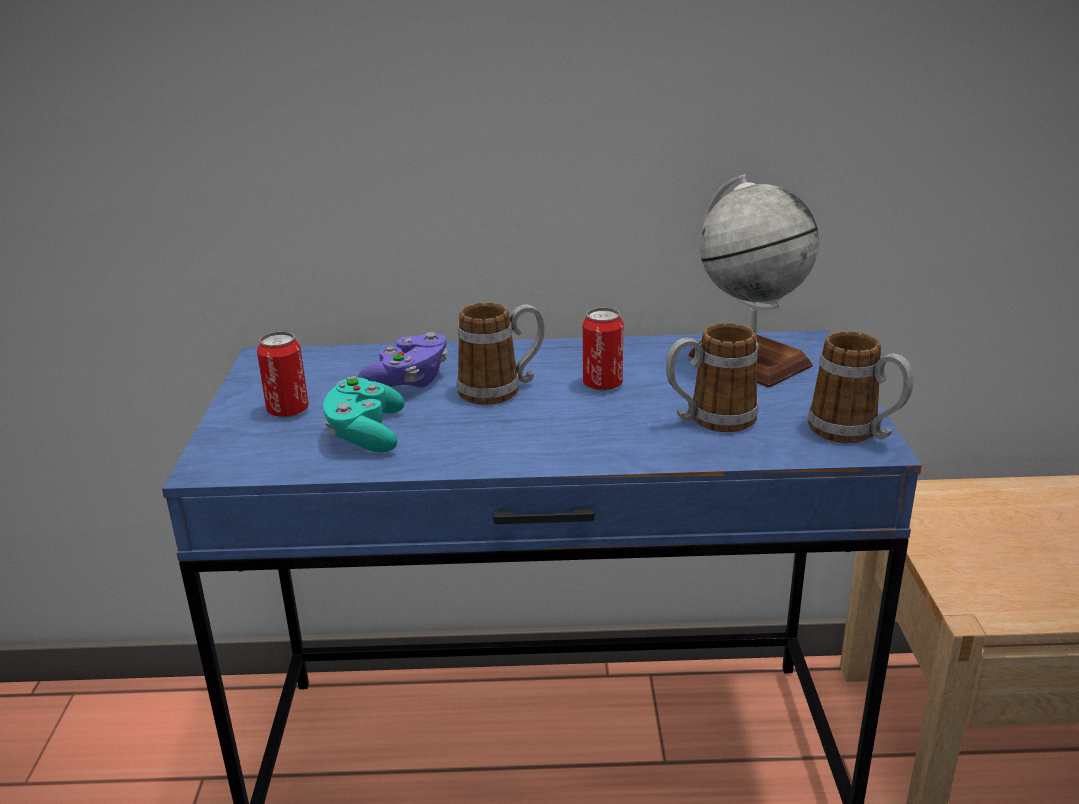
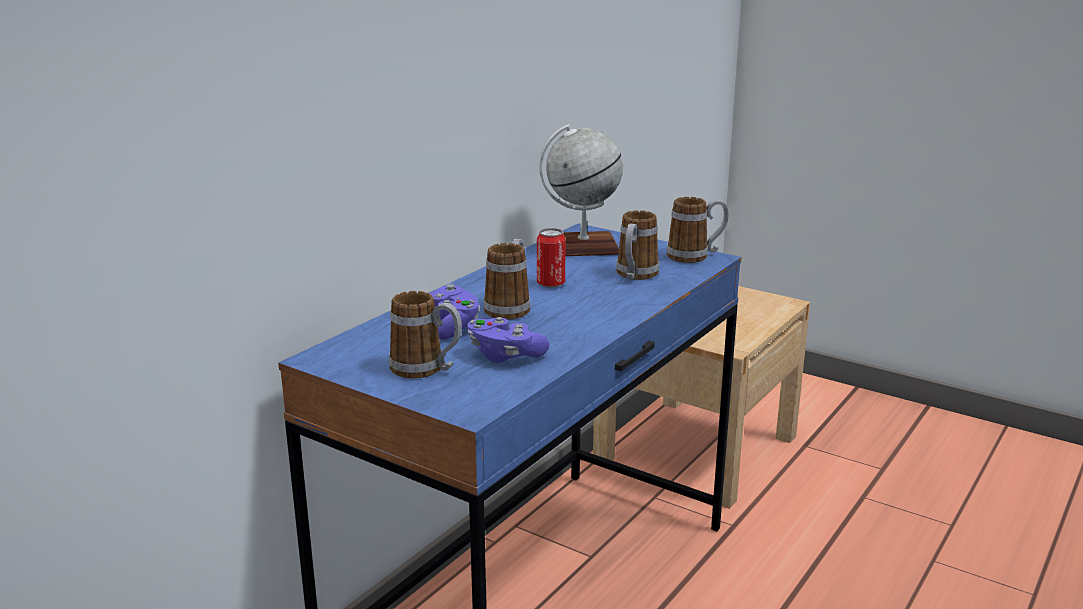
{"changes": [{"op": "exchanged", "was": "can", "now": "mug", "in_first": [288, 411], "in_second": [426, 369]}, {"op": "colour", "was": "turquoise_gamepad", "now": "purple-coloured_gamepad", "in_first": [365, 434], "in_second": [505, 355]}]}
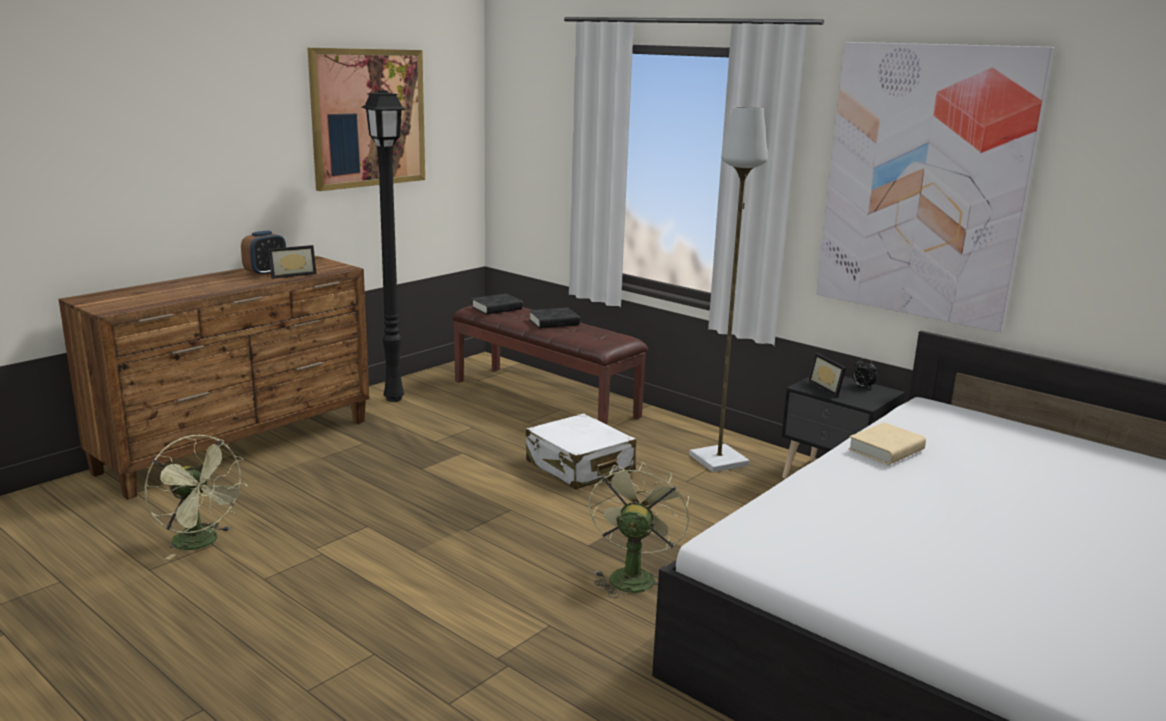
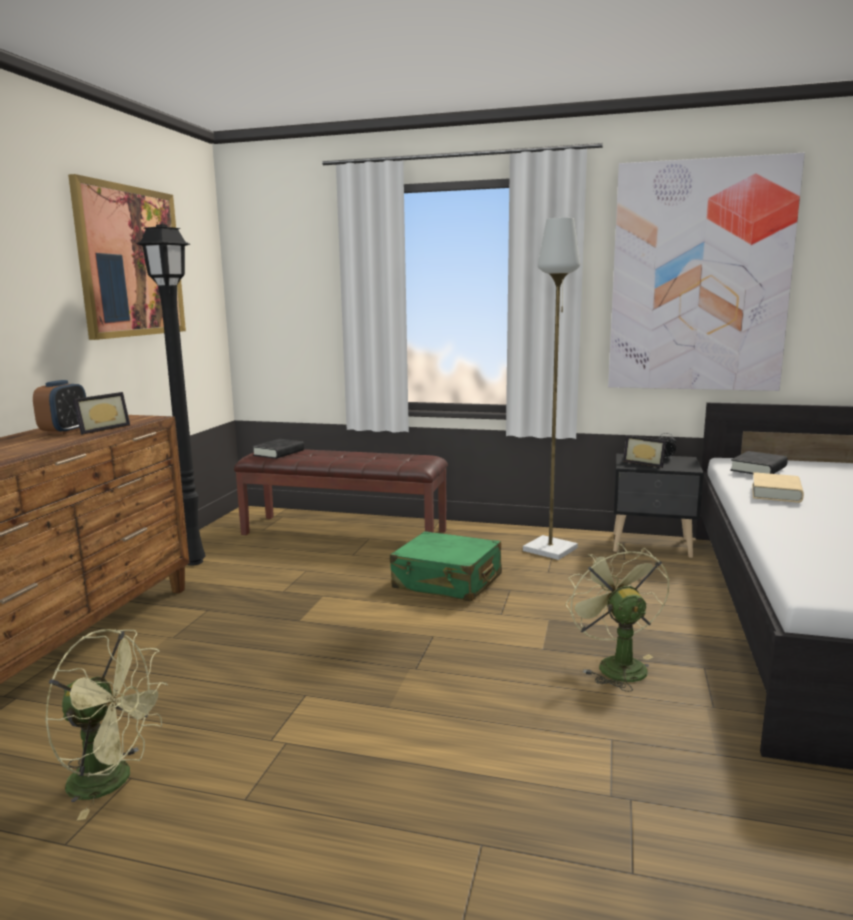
{"changes": [{"op": "colour", "was": "white-coloured_suitcase", "now": "green_suitcase", "in_first": [579, 467], "in_second": [447, 582]}, {"op": "relocated", "was": "black_volume", "in_first": [554, 322], "in_second": [758, 469]}]}
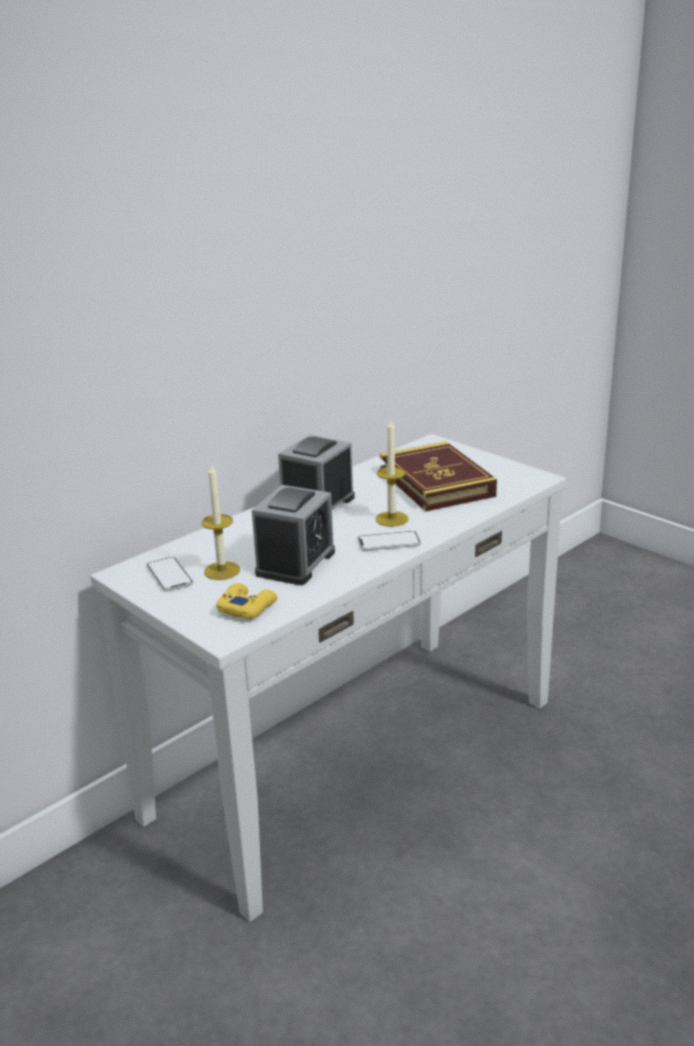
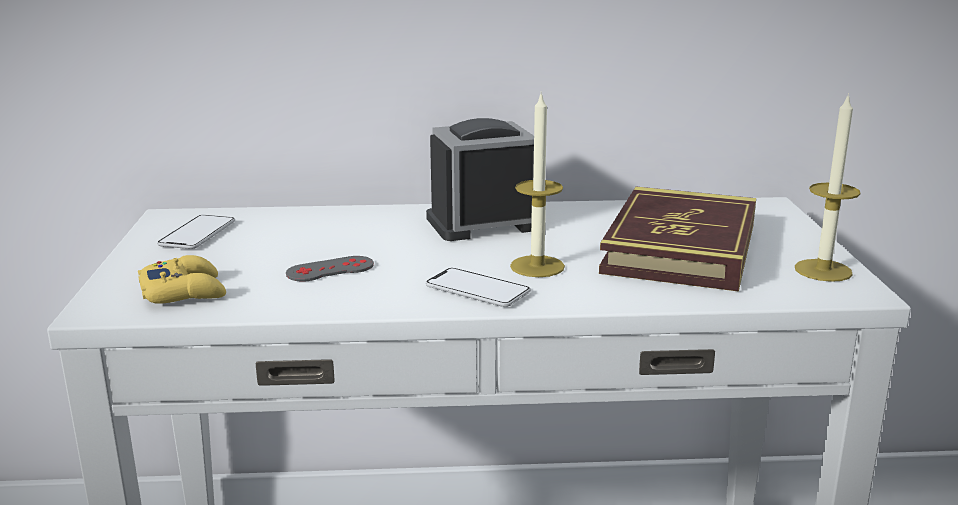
{"changes": [{"op": "relocated", "was": "wax_candle", "in_first": [222, 571], "in_second": [823, 270]}, {"op": "exchanged", "was": "alarm_clock", "now": "grey_gamepad", "in_first": [295, 563], "in_second": [330, 269]}]}
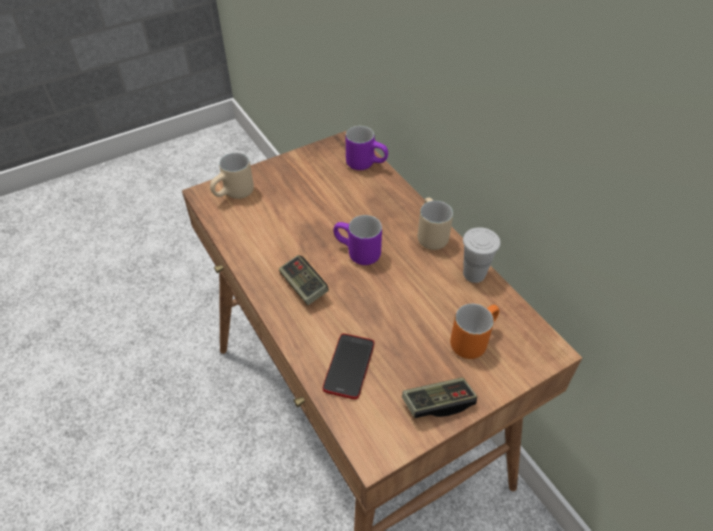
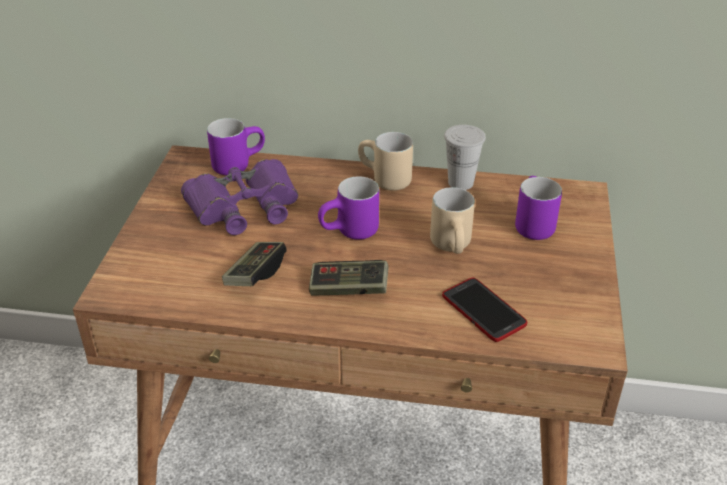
{"changes": [{"op": "relocated", "was": "sand-coloured_mug", "in_first": [235, 195], "in_second": [455, 247]}, {"op": "relocated", "was": "gamepad", "in_first": [438, 403], "in_second": [255, 274]}, {"op": "colour", "was": "orange_mug", "now": "purple-coloured_mug", "in_first": [471, 339], "in_second": [530, 224]}, {"op": "appeared", "now": "purple-coloured_pair_of_binoculars", "in_second": [244, 206]}]}
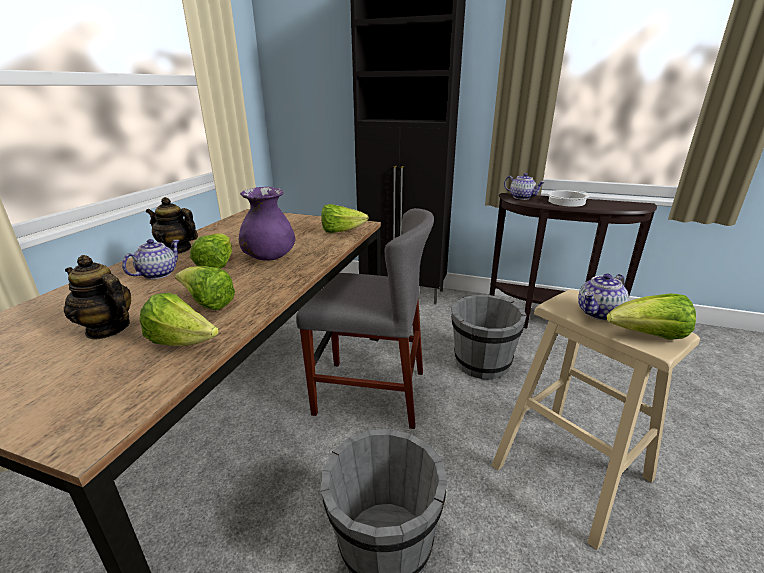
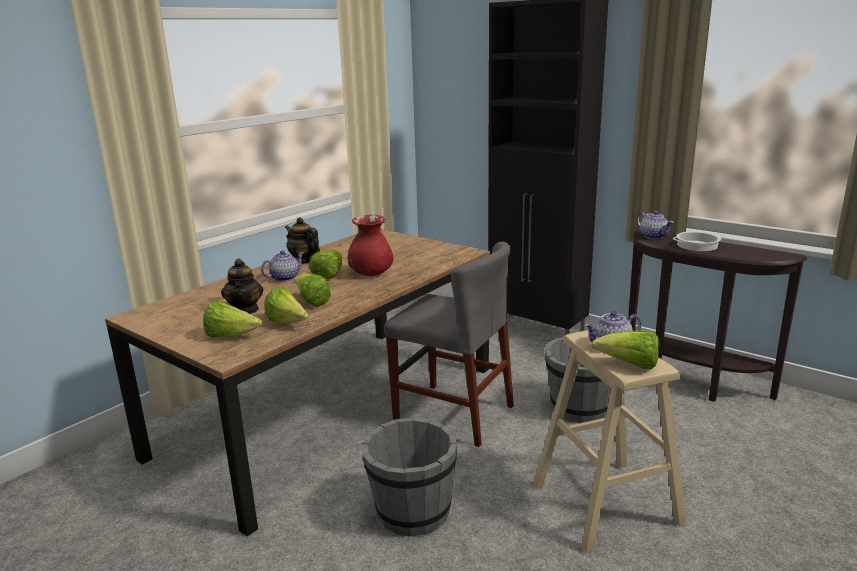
{"changes": [{"op": "spun", "was": "teapot", "in_first": [107, 329], "in_second": [245, 309], "clockwise": -150}, {"op": "colour", "was": "purple-coloured_decorative_vase", "now": "red_decorative_vase", "in_first": [269, 257], "in_second": [371, 274]}, {"op": "relocated", "was": "lettuce", "in_first": [341, 232], "in_second": [231, 336]}]}
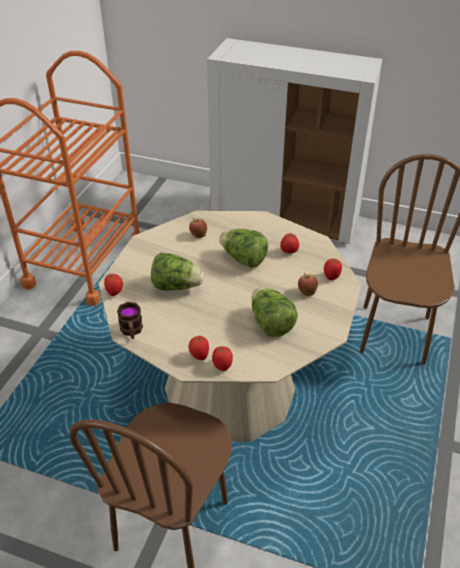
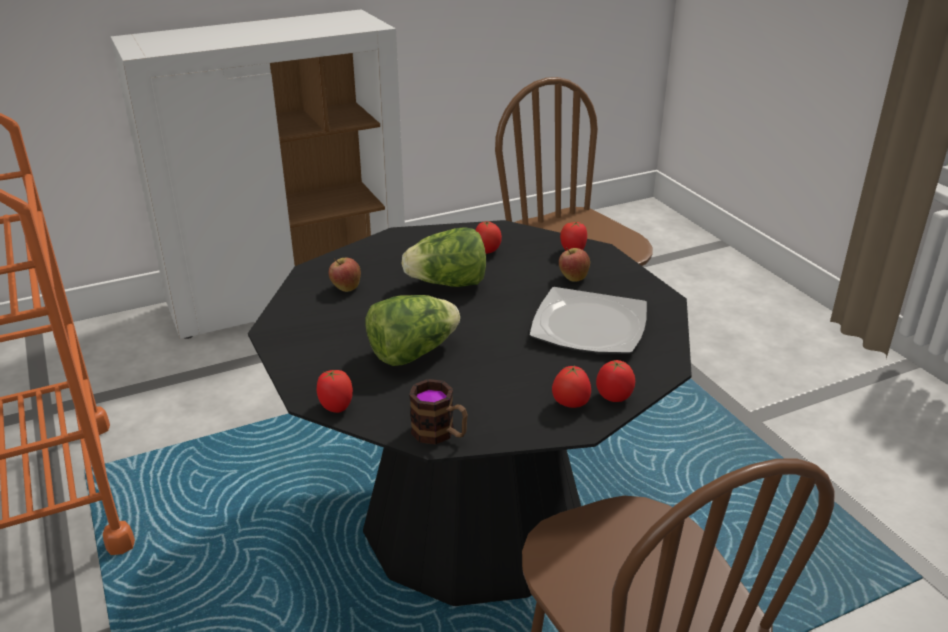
{"changes": [{"op": "colour", "was": "sand-coloured_dinner_table", "now": "black_dinner_table", "in_first": [229, 389], "in_second": [473, 520]}, {"op": "exchanged", "was": "lettuce", "now": "plate", "in_first": [270, 324], "in_second": [590, 326]}]}
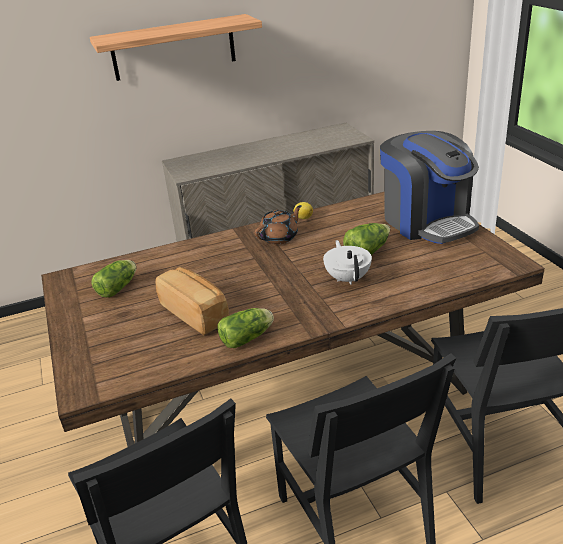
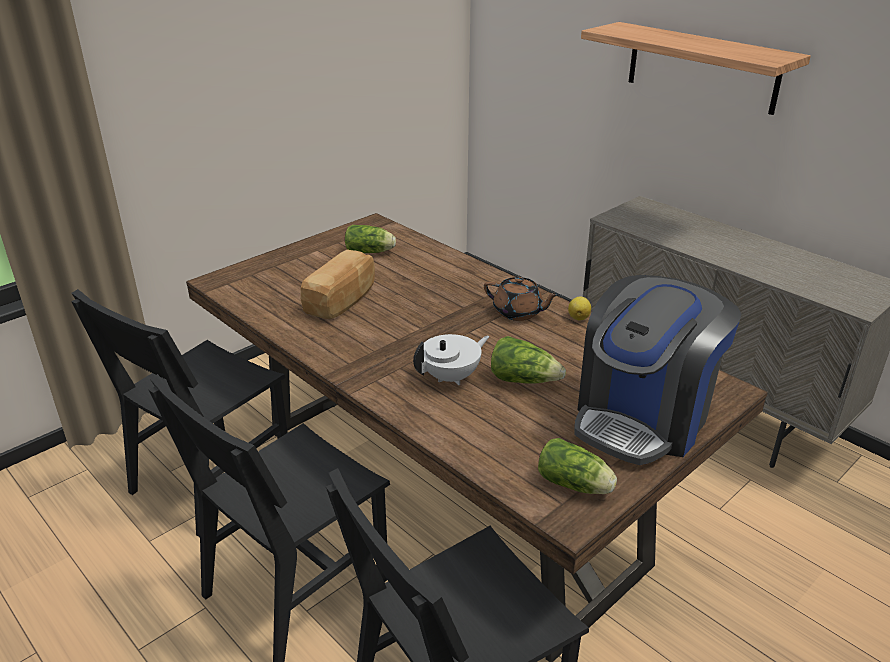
{"changes": [{"op": "relocated", "was": "lettuce", "in_first": [248, 337], "in_second": [576, 485]}]}
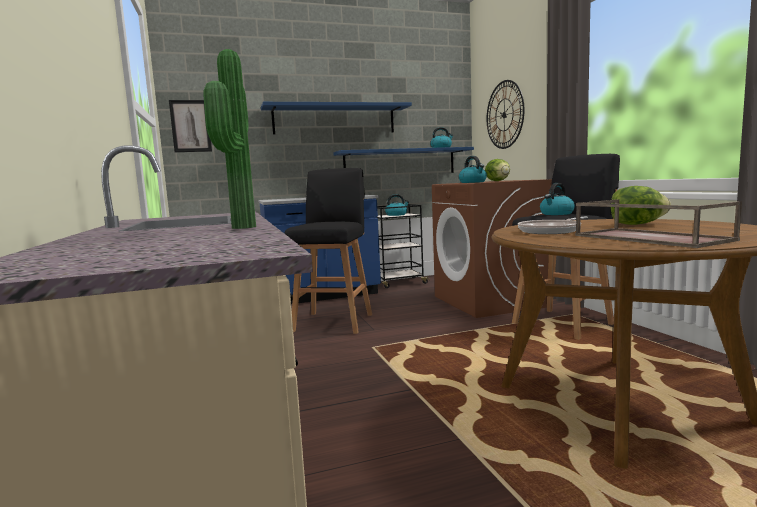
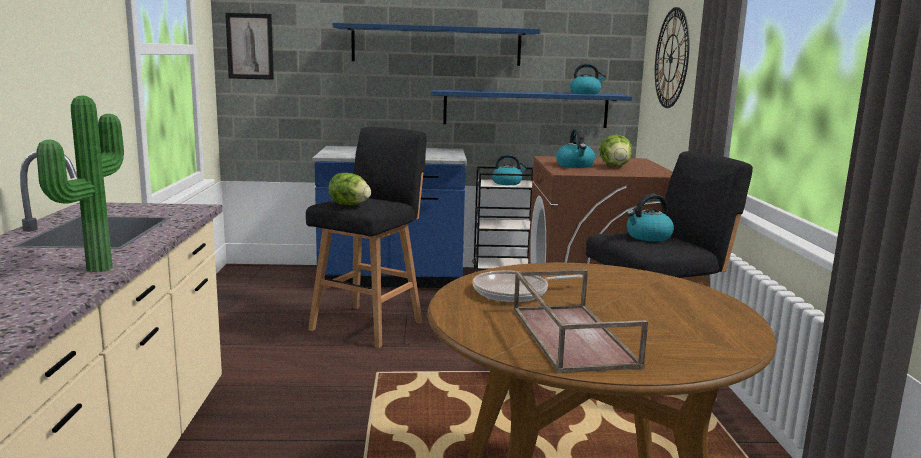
{"changes": [{"op": "relocated", "was": "lettuce", "in_first": [637, 224], "in_second": [349, 205]}]}
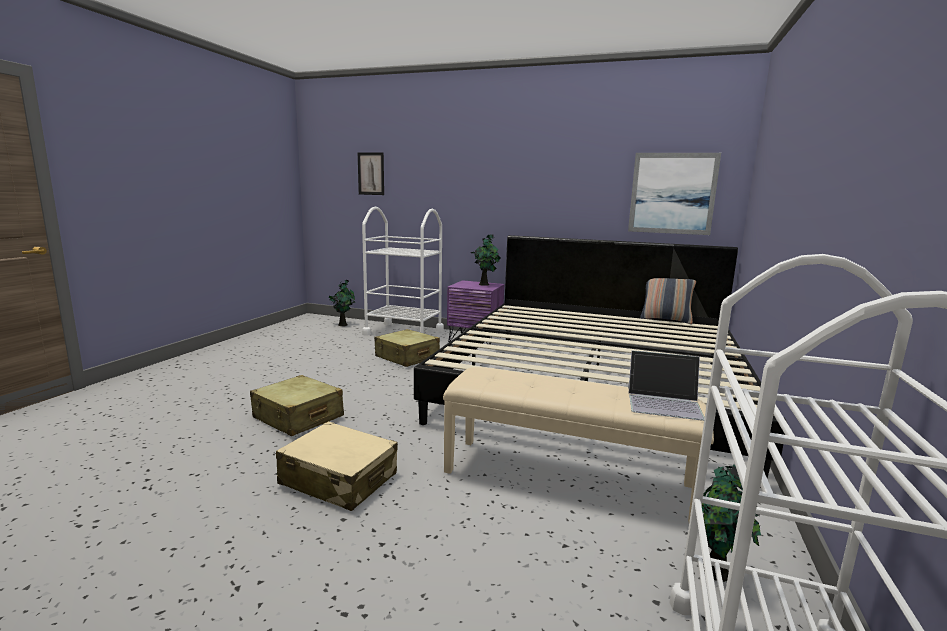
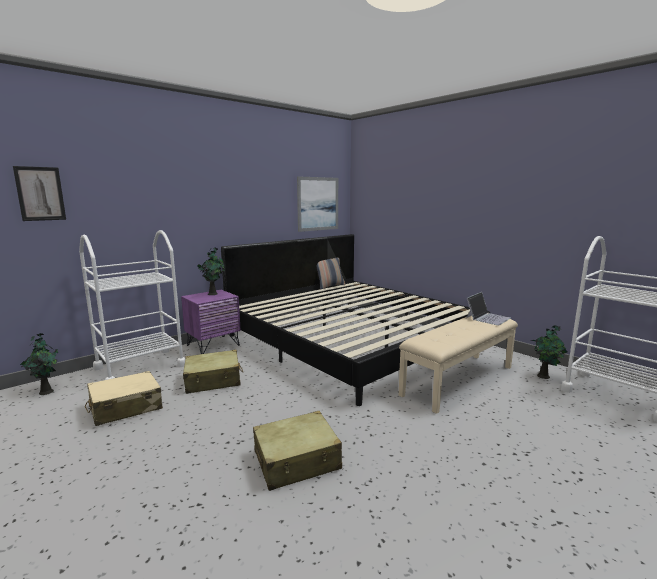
{"changes": [{"op": "relocated", "was": "sand-coloured_suitcase", "in_first": [339, 479], "in_second": [125, 408]}]}
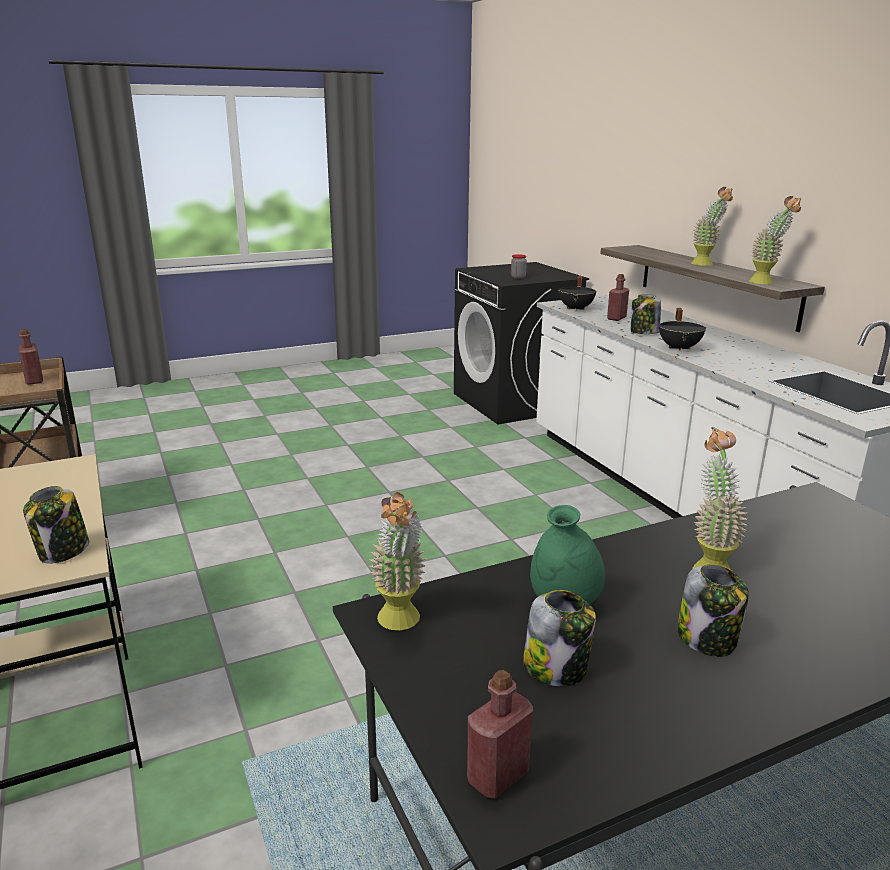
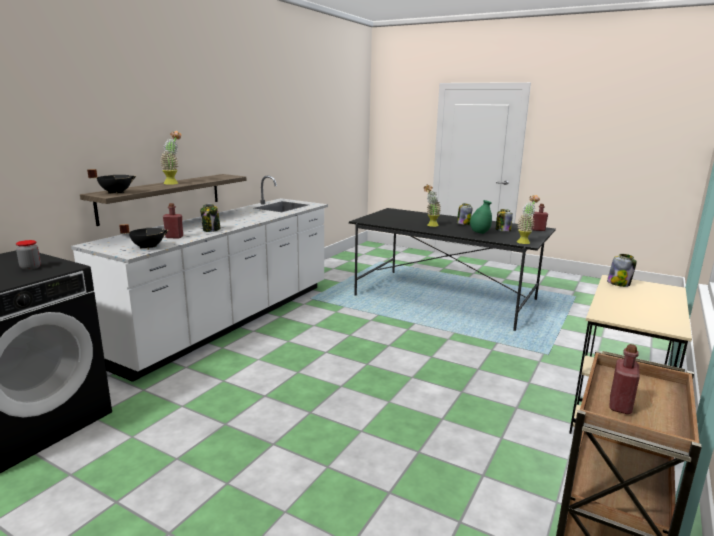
{"changes": [{"op": "relocated", "was": "black_saucepot", "in_first": [680, 348], "in_second": [116, 193]}, {"op": "missing", "was": "houseplant", "in_first": [766, 283]}]}
